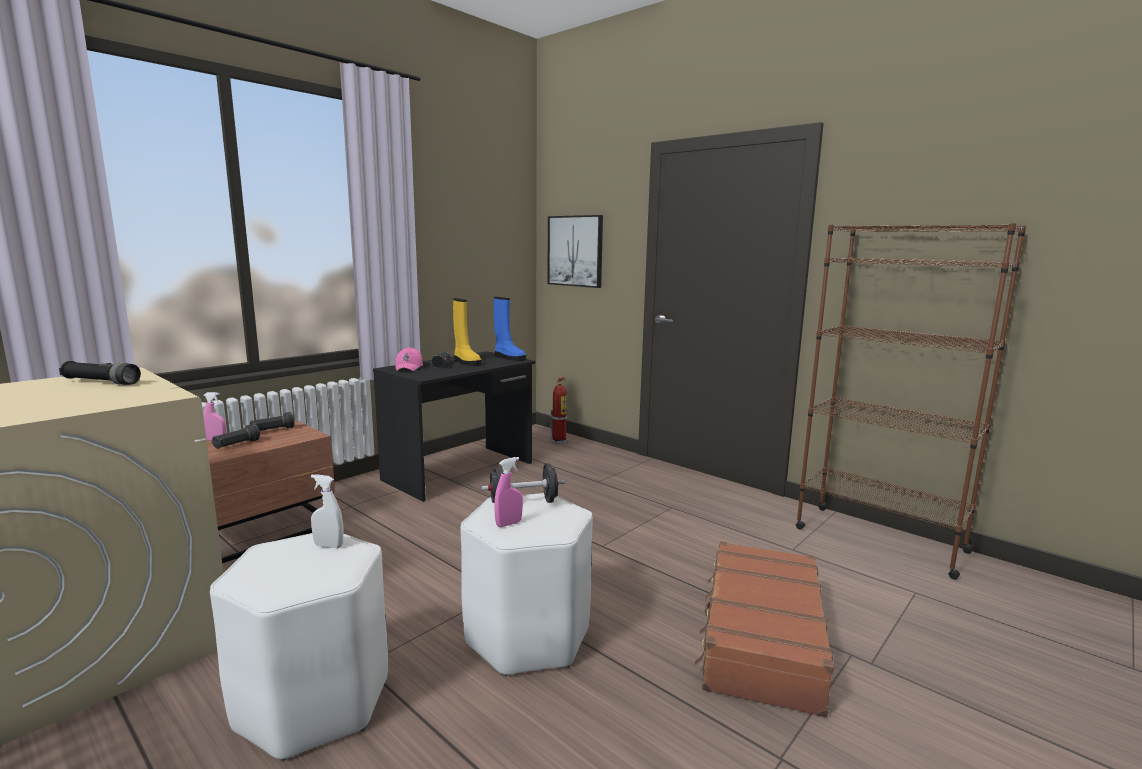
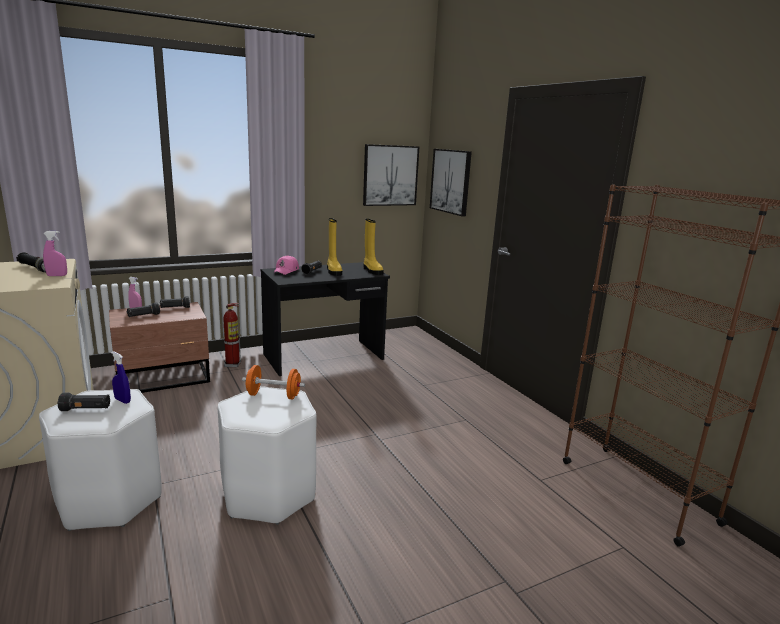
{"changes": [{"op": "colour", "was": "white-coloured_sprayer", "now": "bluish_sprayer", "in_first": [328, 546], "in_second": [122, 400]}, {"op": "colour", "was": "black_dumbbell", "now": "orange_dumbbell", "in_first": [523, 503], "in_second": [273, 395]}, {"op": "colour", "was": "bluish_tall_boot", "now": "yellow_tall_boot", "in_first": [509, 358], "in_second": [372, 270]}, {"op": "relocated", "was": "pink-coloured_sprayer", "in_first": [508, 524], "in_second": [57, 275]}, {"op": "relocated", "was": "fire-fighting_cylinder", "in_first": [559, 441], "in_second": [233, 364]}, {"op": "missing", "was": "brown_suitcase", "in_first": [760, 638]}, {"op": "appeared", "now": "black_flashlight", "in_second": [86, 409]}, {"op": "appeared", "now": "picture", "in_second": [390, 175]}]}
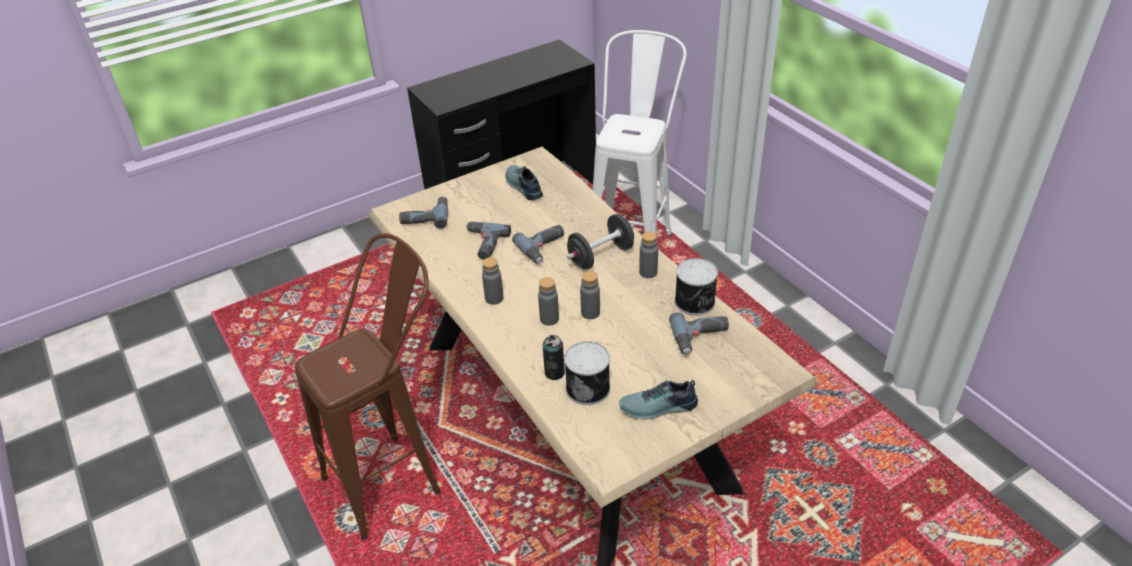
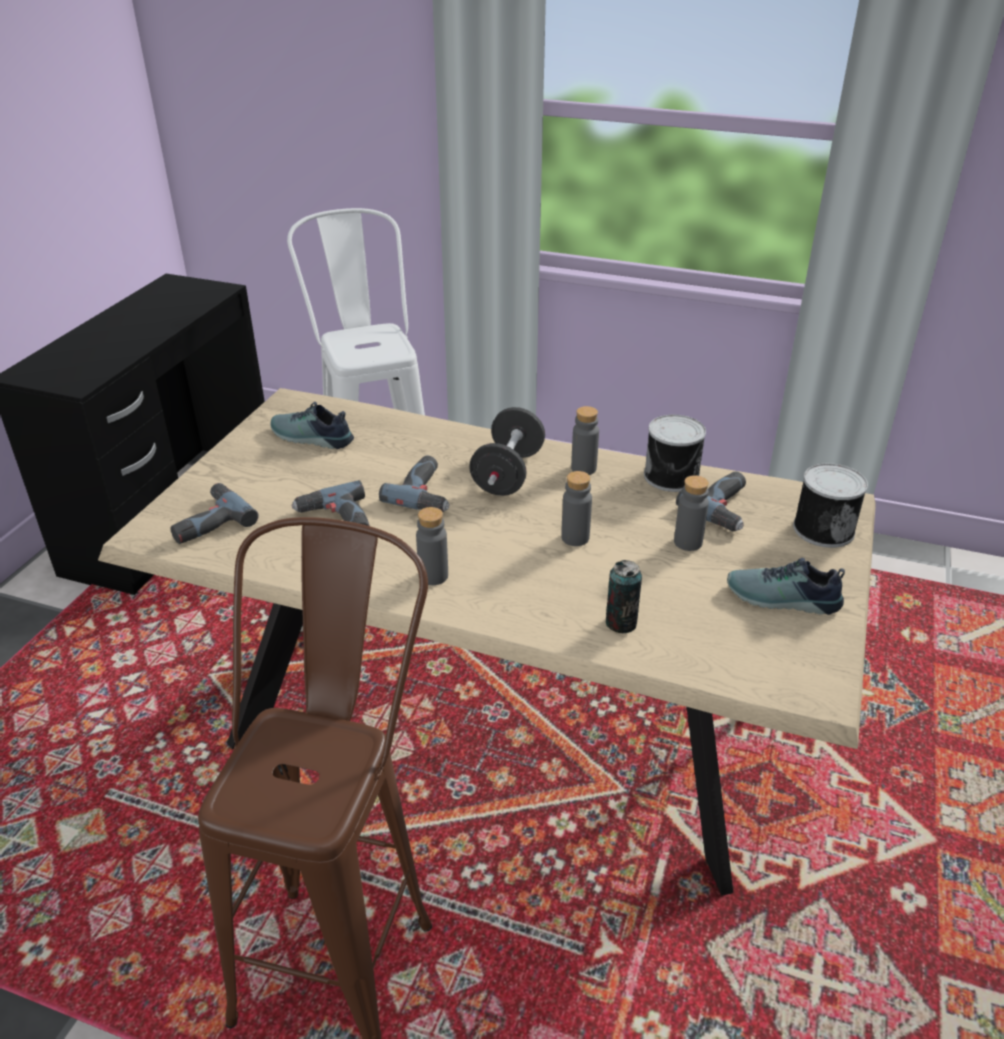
{"changes": [{"op": "relocated", "was": "grey_drink_bottle", "in_first": [549, 319], "in_second": [688, 542]}, {"op": "relocated", "was": "can", "in_first": [588, 387], "in_second": [823, 528]}, {"op": "spun", "was": "low_shoe", "in_first": [658, 408], "in_second": [782, 600], "clockwise": 60}]}
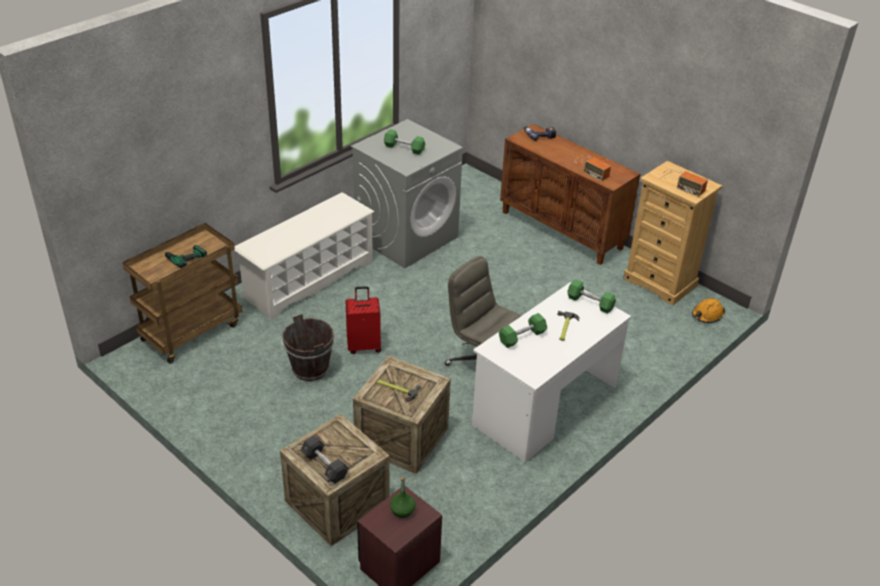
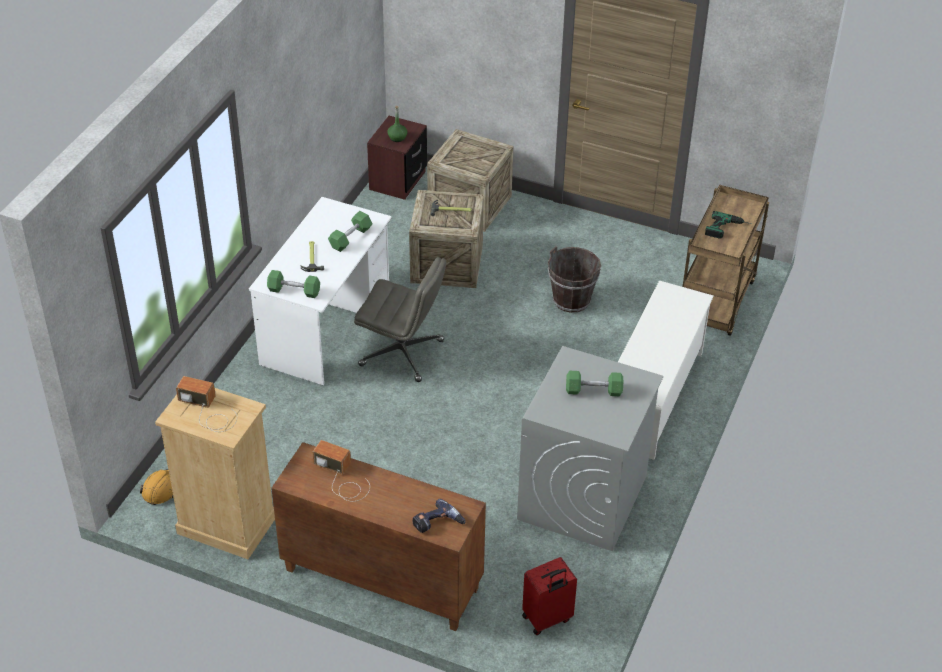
{"changes": [{"op": "missing", "was": "grey_dumbbell", "in_first": [324, 466]}, {"op": "relocated", "was": "red_suitcase", "in_first": [364, 346], "in_second": [547, 619]}]}
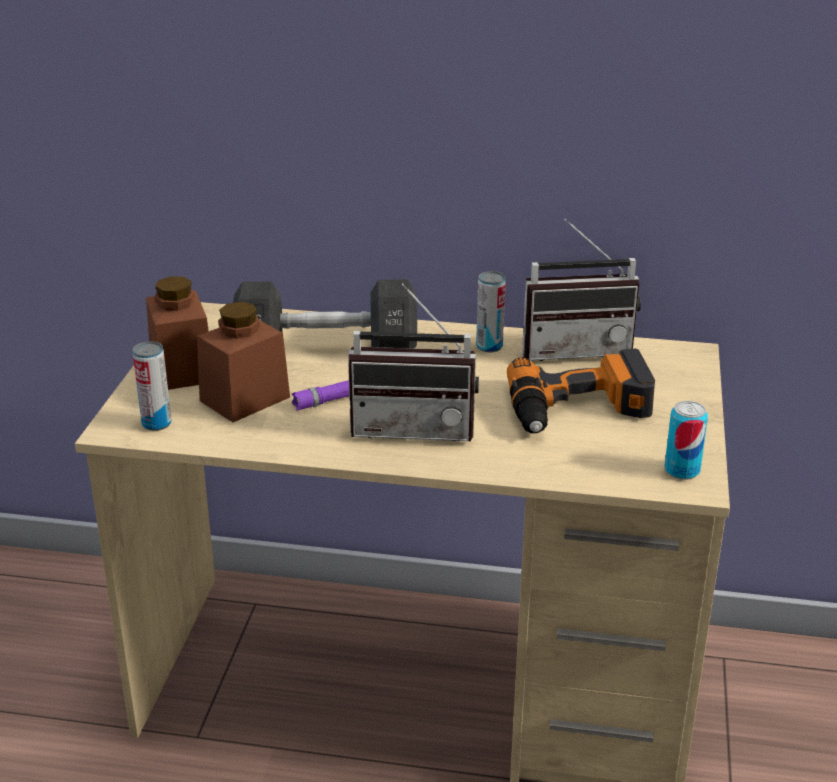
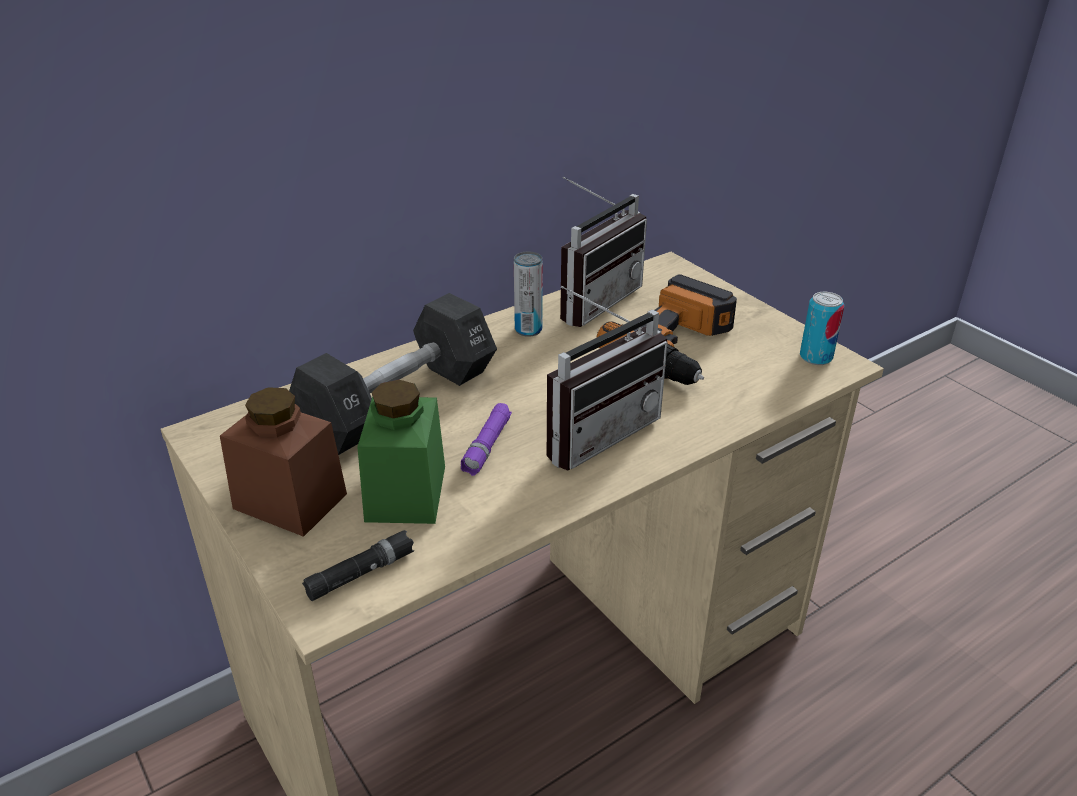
{"changes": [{"op": "exchanged", "was": "can", "now": "black_flashlight", "in_first": [156, 423], "in_second": [360, 573]}, {"op": "colour", "was": "brown_preserve_jar", "now": "green_preserve_jar", "in_first": [245, 399], "in_second": [406, 493]}]}
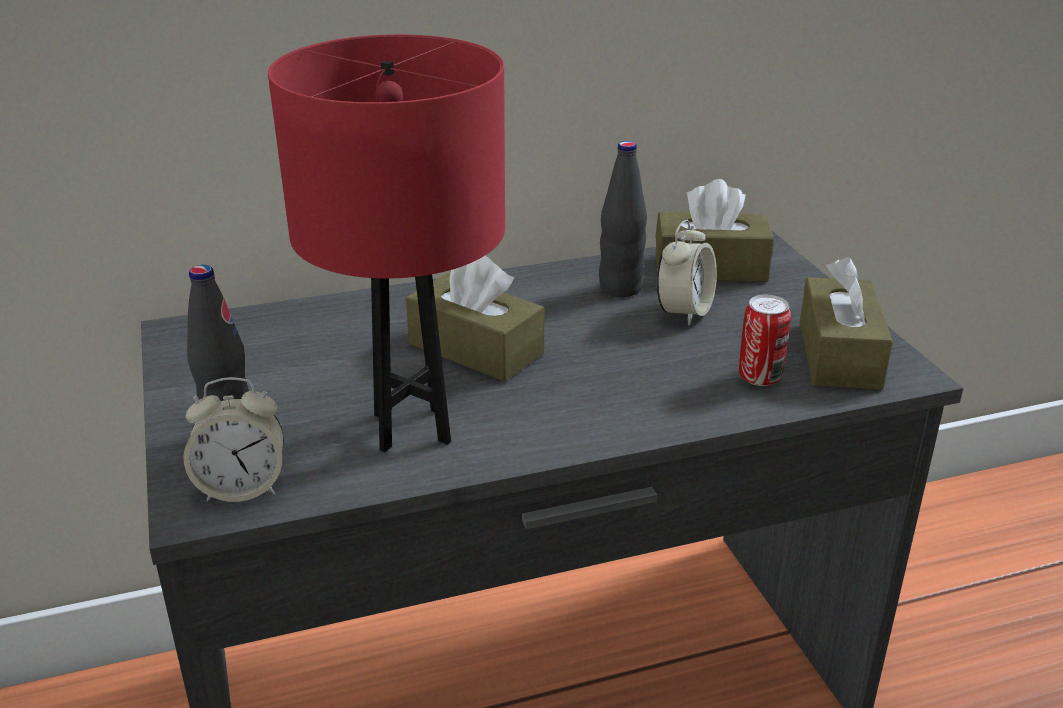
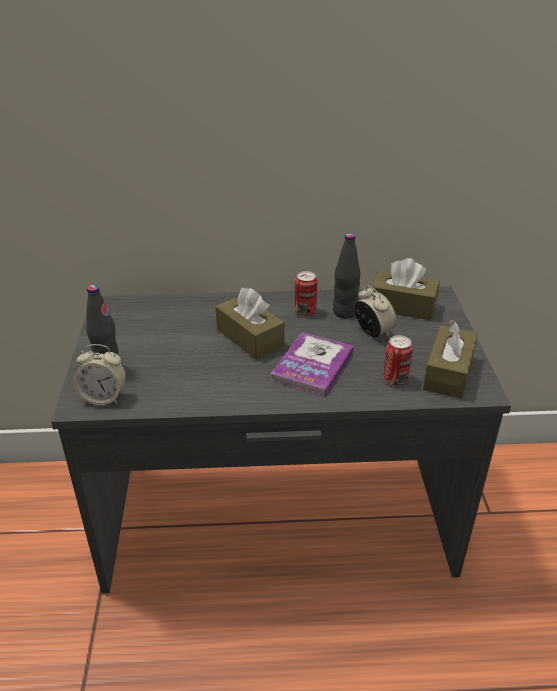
{"changes": [{"op": "missing", "was": "red_tabletop_lamp", "in_first": [411, 427]}, {"op": "spun", "was": "alarm_clock", "in_first": [684, 312], "in_second": [373, 332], "clockwise": -75}, {"op": "appeared", "now": "volume", "in_second": [313, 365]}, {"op": "appeared", "now": "can", "in_second": [305, 311]}]}
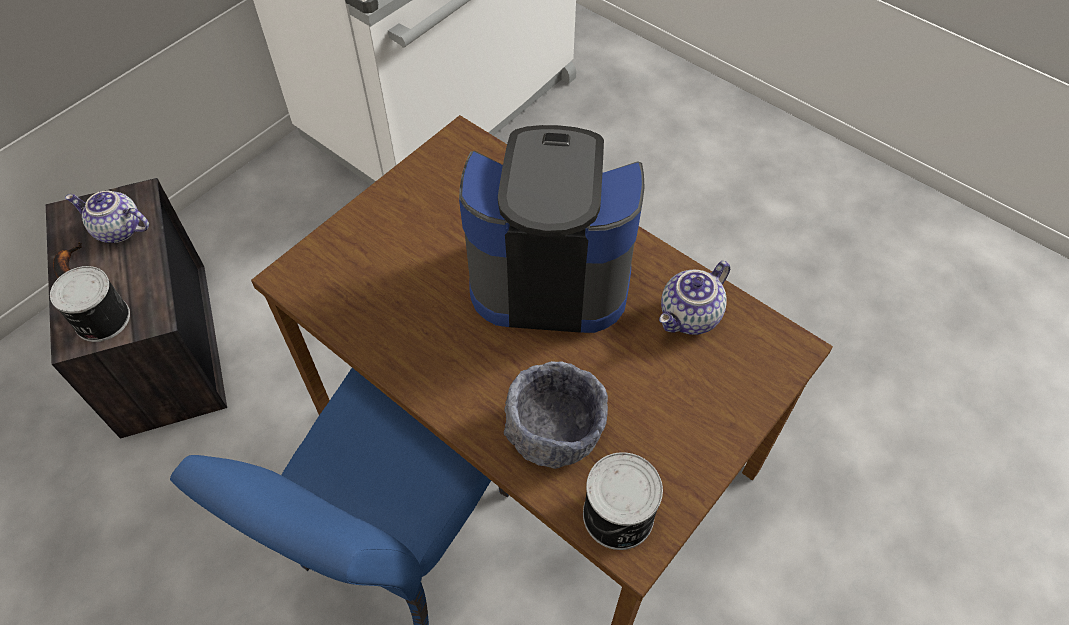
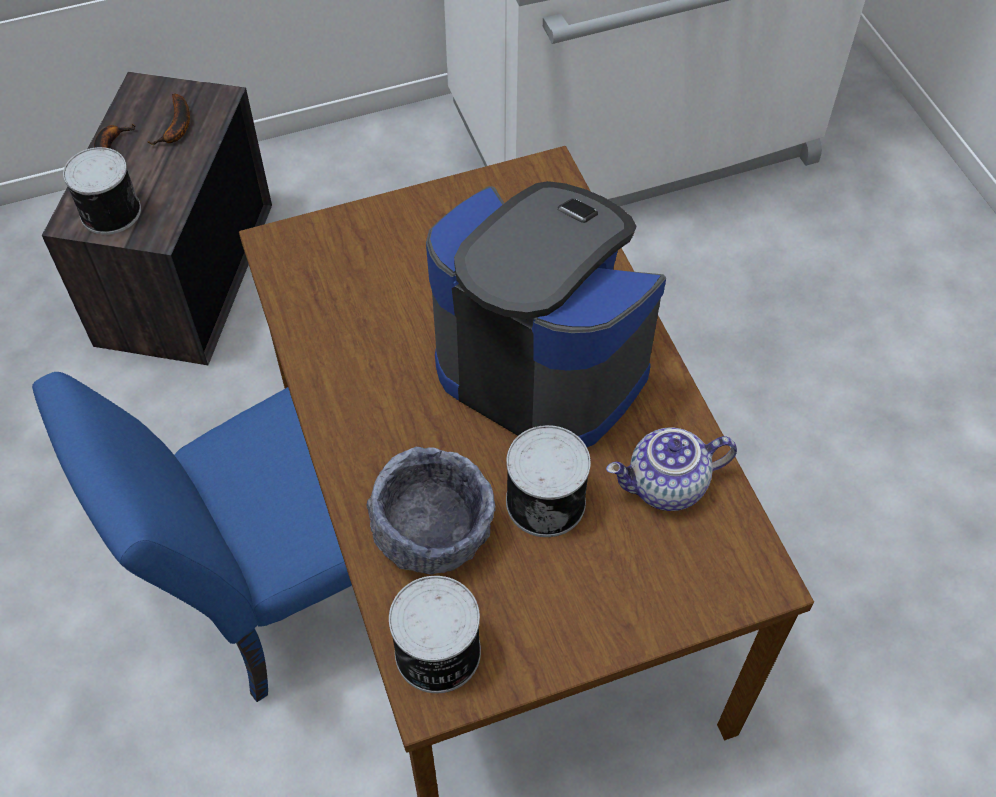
{"changes": [{"op": "exchanged", "was": "teapot", "now": "banana", "in_first": [117, 230], "in_second": [177, 127]}, {"op": "appeared", "now": "can", "in_second": [546, 499]}]}
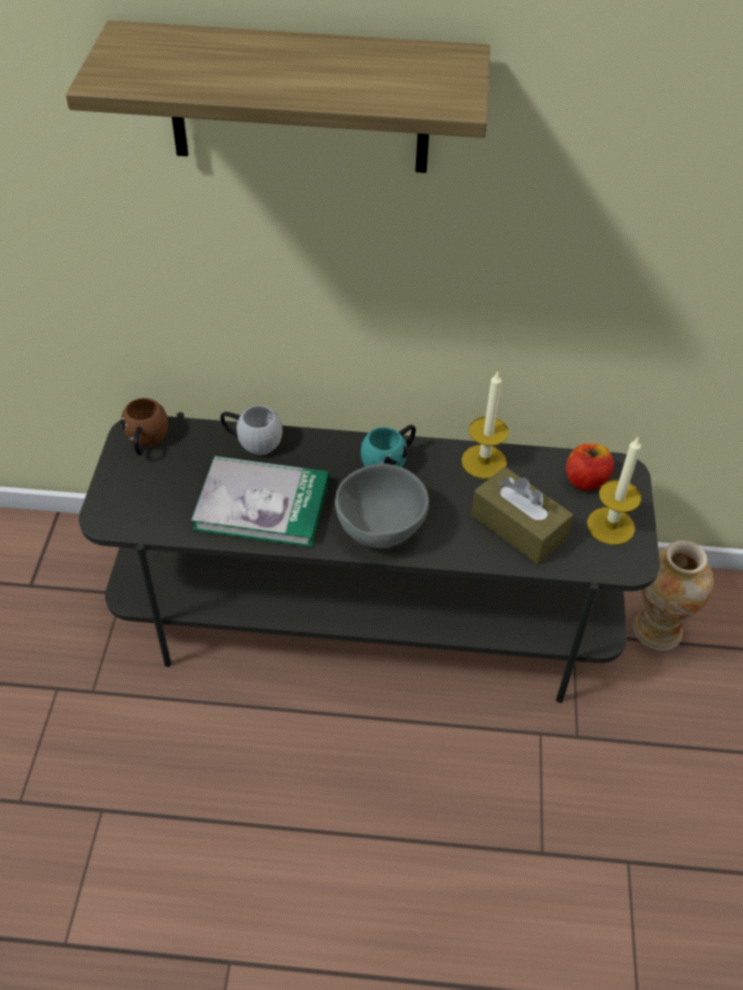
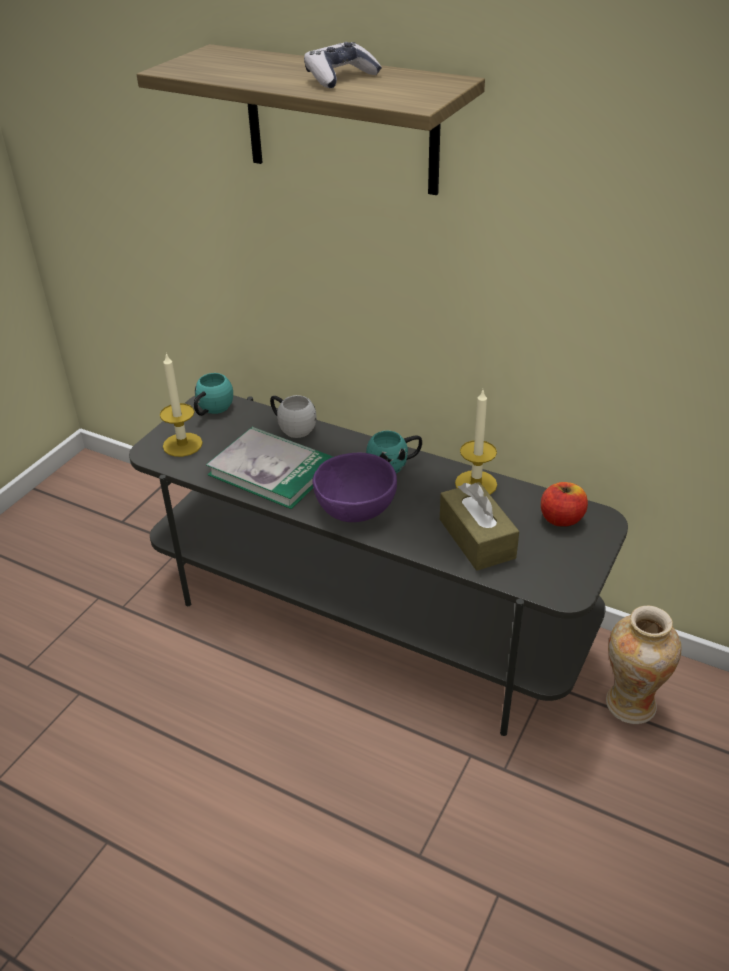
{"changes": [{"op": "colour", "was": "brown_mug", "now": "turquoise_mug", "in_first": [145, 442], "in_second": [212, 410]}, {"op": "colour", "was": "grey_bowl", "now": "purple-coloured_bowl", "in_first": [379, 528], "in_second": [354, 510]}, {"op": "relocated", "was": "wax_candle", "in_first": [610, 526], "in_second": [182, 444]}, {"op": "appeared", "now": "gamepad", "in_second": [340, 78]}]}
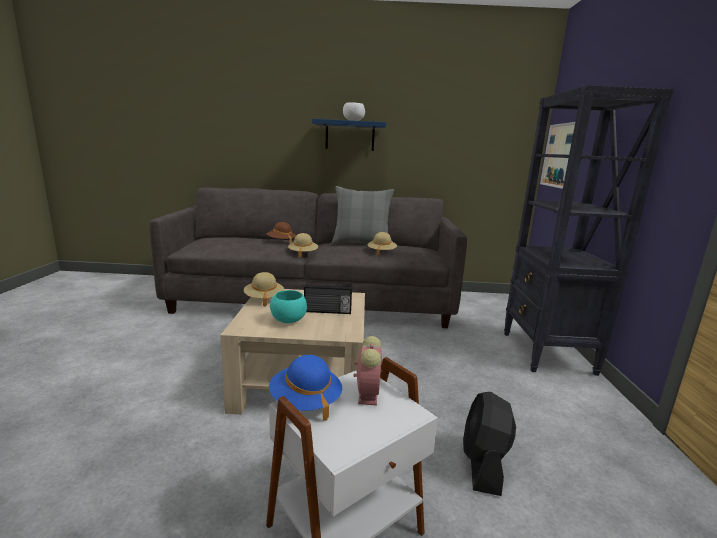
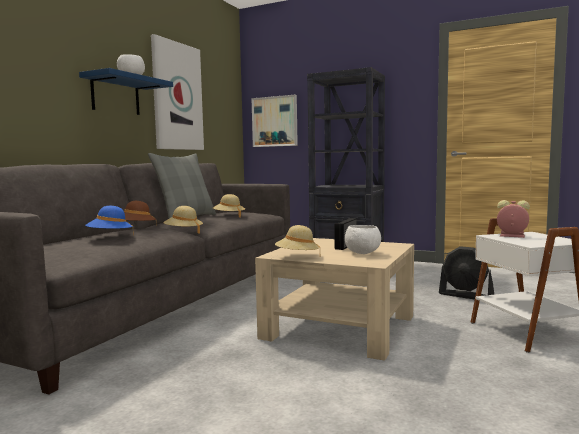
{"changes": [{"op": "relocated", "was": "bluish_hat", "in_first": [305, 401], "in_second": [110, 236]}, {"op": "colour", "was": "turquoise_bowl", "now": "white-coloured_bowl", "in_first": [288, 321], "in_second": [362, 253]}, {"op": "appeared", "now": "picture", "in_second": [177, 96]}]}
